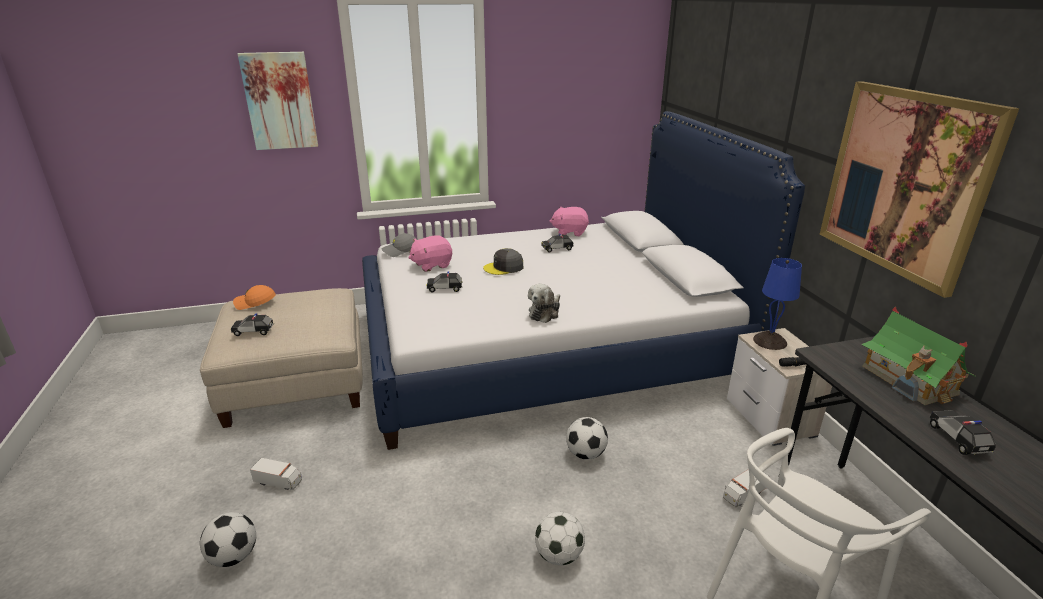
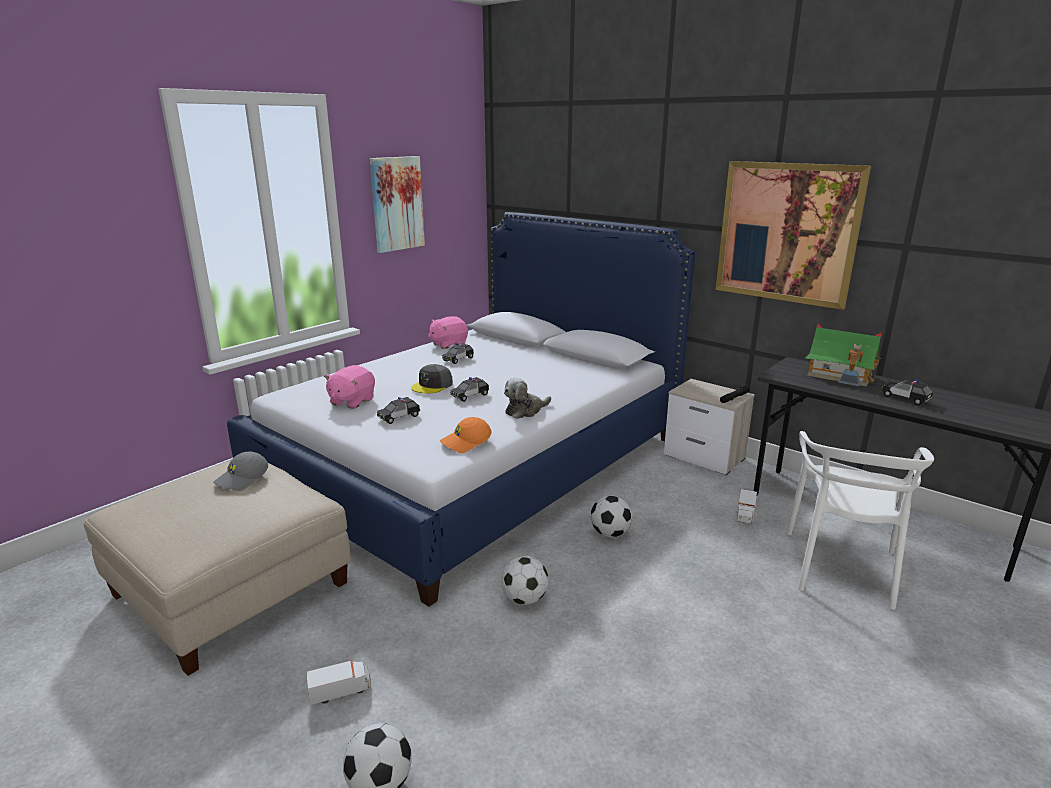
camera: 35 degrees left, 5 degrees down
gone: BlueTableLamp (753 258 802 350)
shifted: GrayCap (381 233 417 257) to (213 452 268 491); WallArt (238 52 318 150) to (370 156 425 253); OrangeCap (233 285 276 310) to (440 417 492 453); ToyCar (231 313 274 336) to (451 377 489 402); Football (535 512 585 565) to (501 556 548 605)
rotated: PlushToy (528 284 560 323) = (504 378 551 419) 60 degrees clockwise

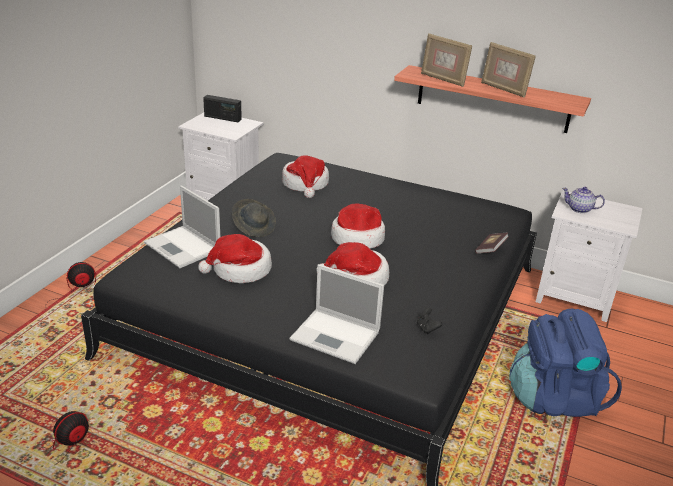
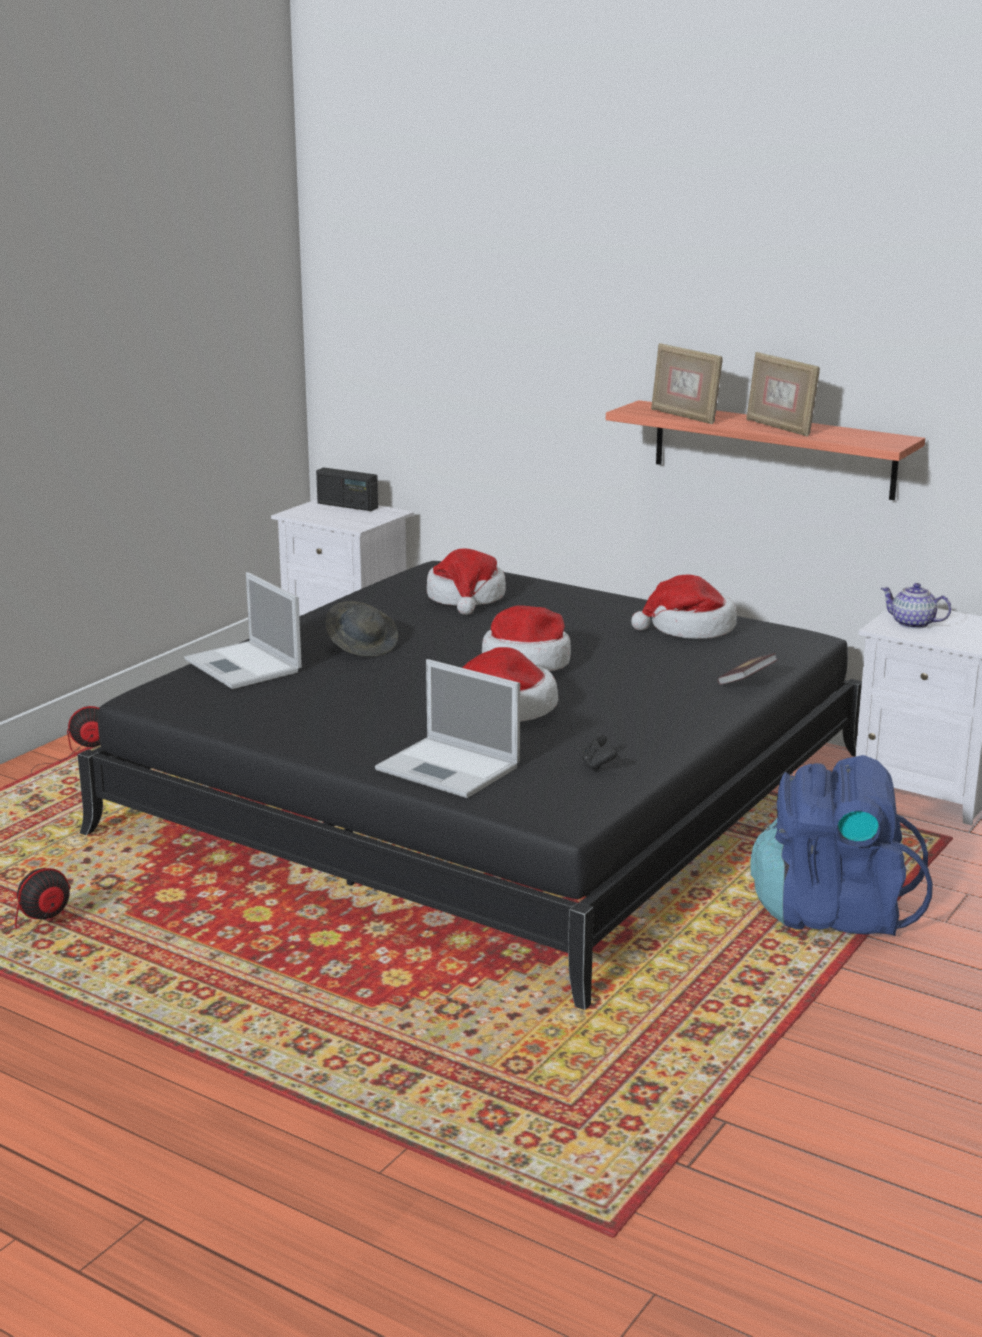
camera: 10 degrees right, 10 degrees down
shifted: WearableHat (198 234 272 283) to (631 574 737 639)

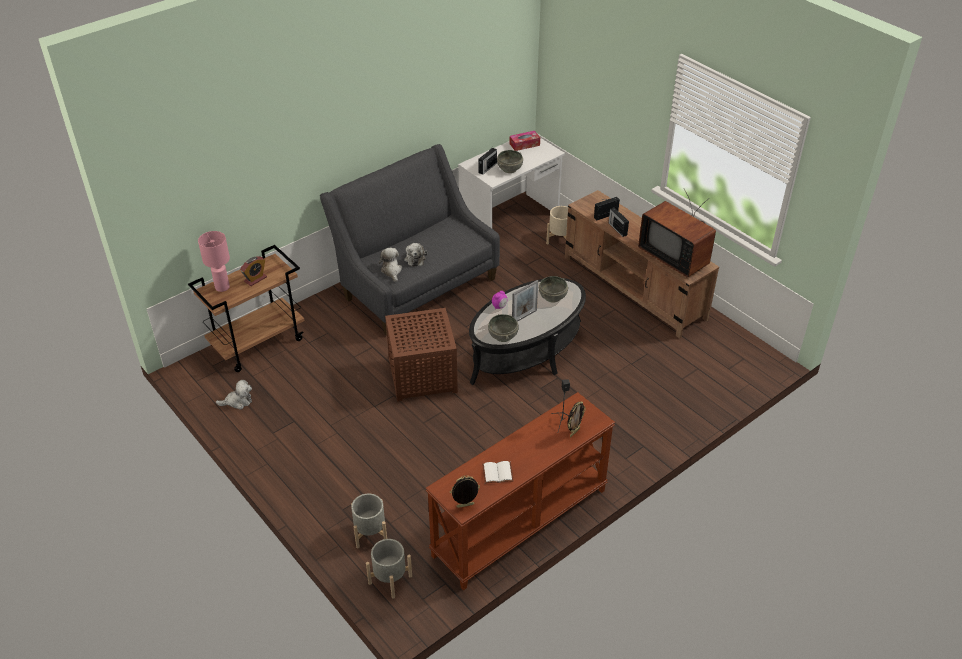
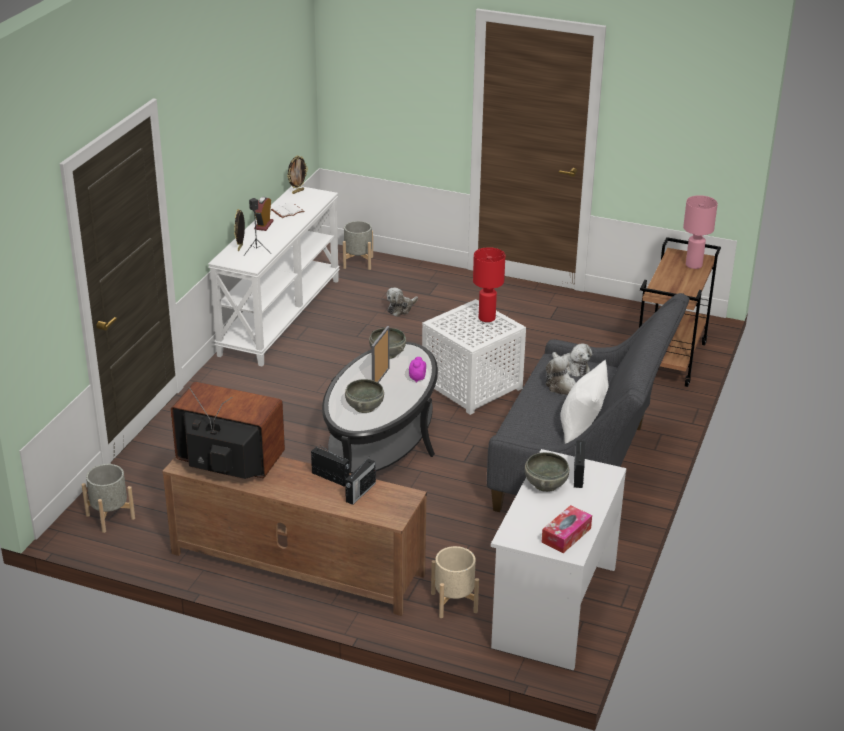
camera: 150 degrees right, 10 degrees down
new: RedColouredTableLamp (473 247 505 322); WhiteColouredThrowPillow (560 360 609 444)
shifted: GrayPlantPot (351 494 387 548) to (82 464 135 533); AlarmClock (240 256 267 286) to (254 197 274 231); PlushToy (216 380 252 410) to (386 288 418 316)
repainted: BrownColouredConsoleTable (426 392 615 590) to WhiteColouredConsoleTable (208 186 340 366); BrownColouredSideTable (385 308 458 402) to WhiteColouredSideTable (422 299 526 415)

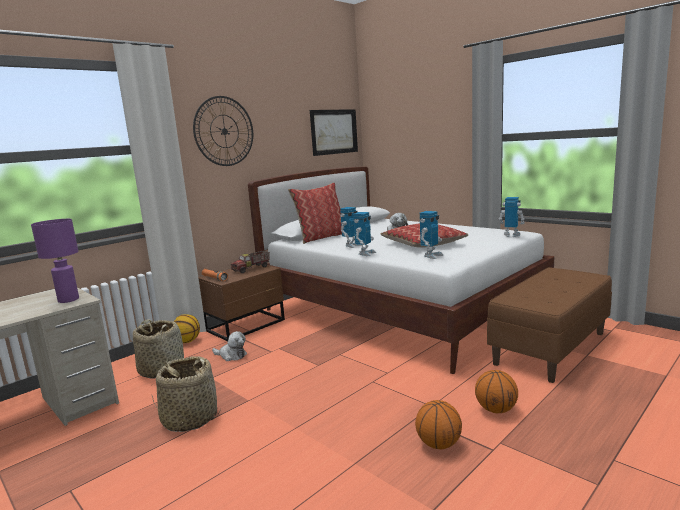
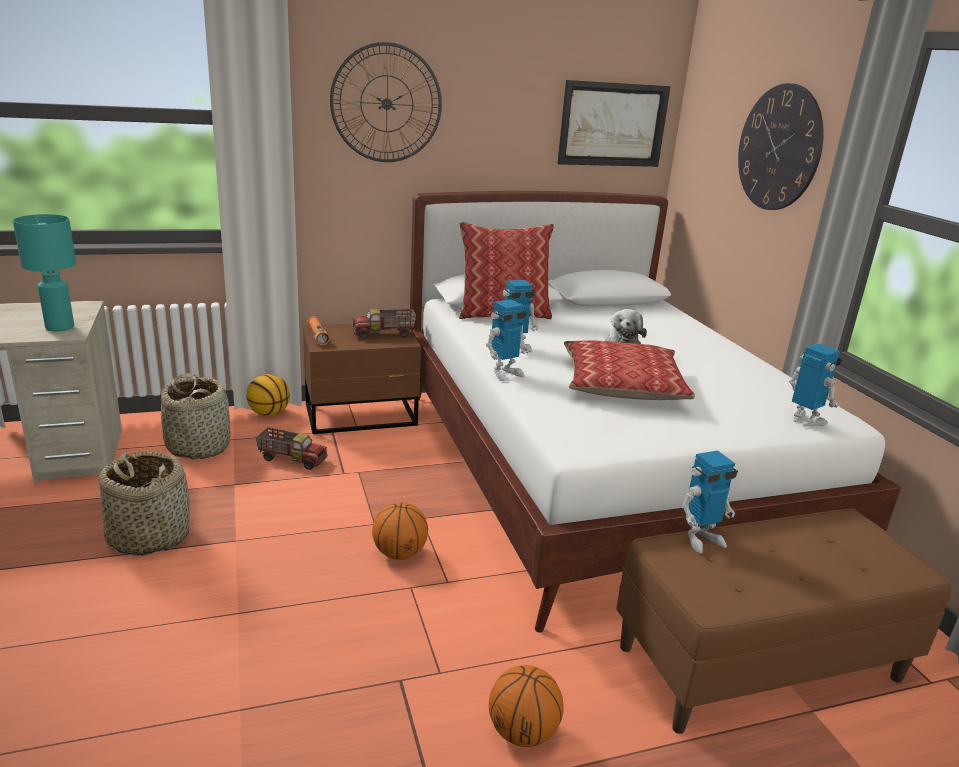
camera: 25 degrees right, 10 degrees up
new: WallClock (738 83 824 210)
shifted: BasketballBall (415 400 462 449) to (372 502 428 560); RobotFigure (420 211 444 259) to (681 451 738 553)
swapped: PlushToy (212 331 247 361) to ToyTruck (256 427 328 470)
repainted: PurplishTableLamp (31 219 79 303) to BlueGreenTableLamp (13 214 76 331)

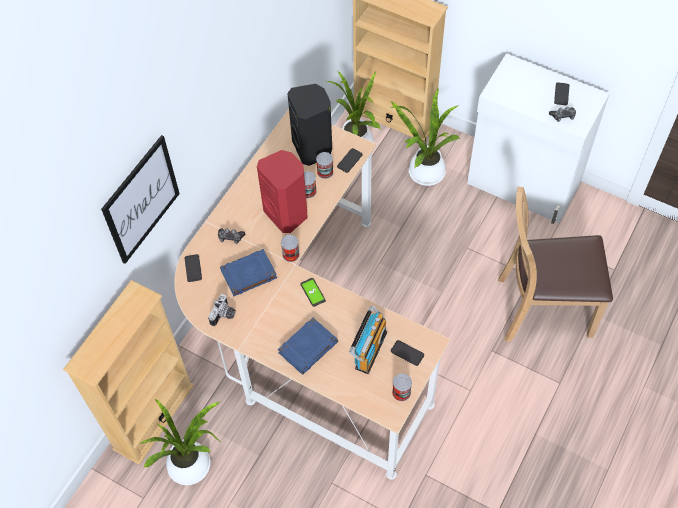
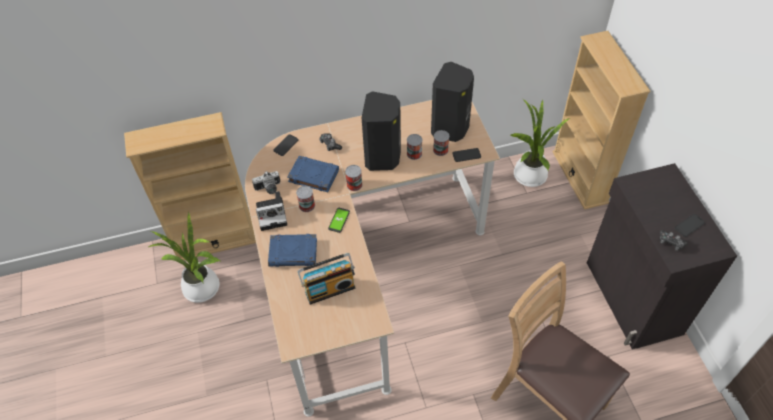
camera: 45 degrees right, 5 degrees down
gone: WallArt (101 135 180 264); Houseplant (391 87 459 186); Phone (391 340 424 366)
new: StillCamera (256 191 287 231)
shifted: Can (392 373 412 401) to (296 186 315 212)
repainted: RedColouredLoudspeaker (257 150 307 233) to BlackishLoudspeaker (362 91 401 171); WhiteColouredCabinet (467 53 610 224) to BlackishCabinet (587 163 737 349)

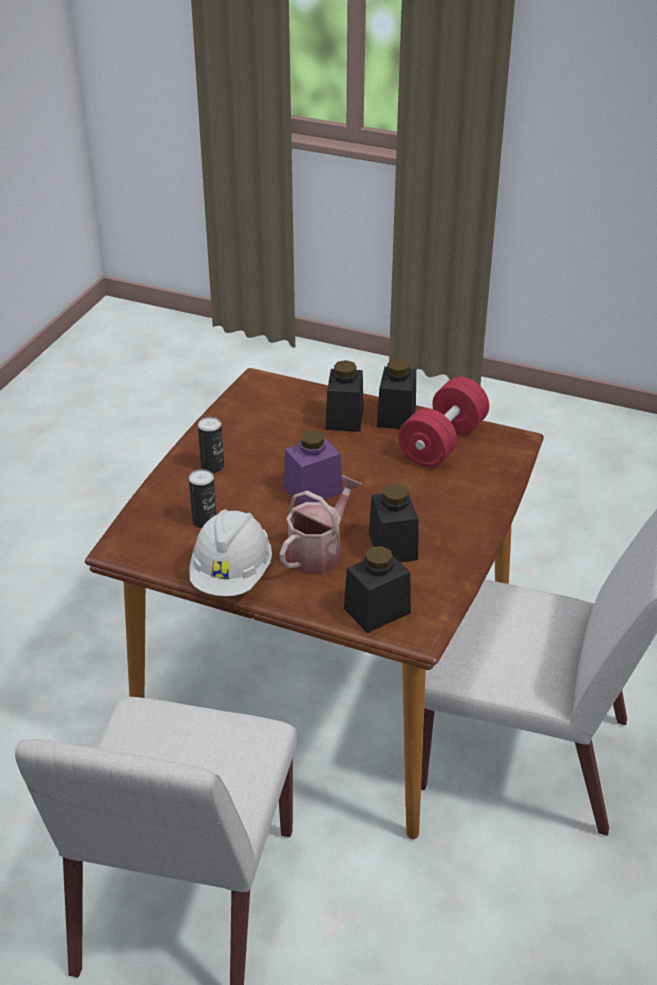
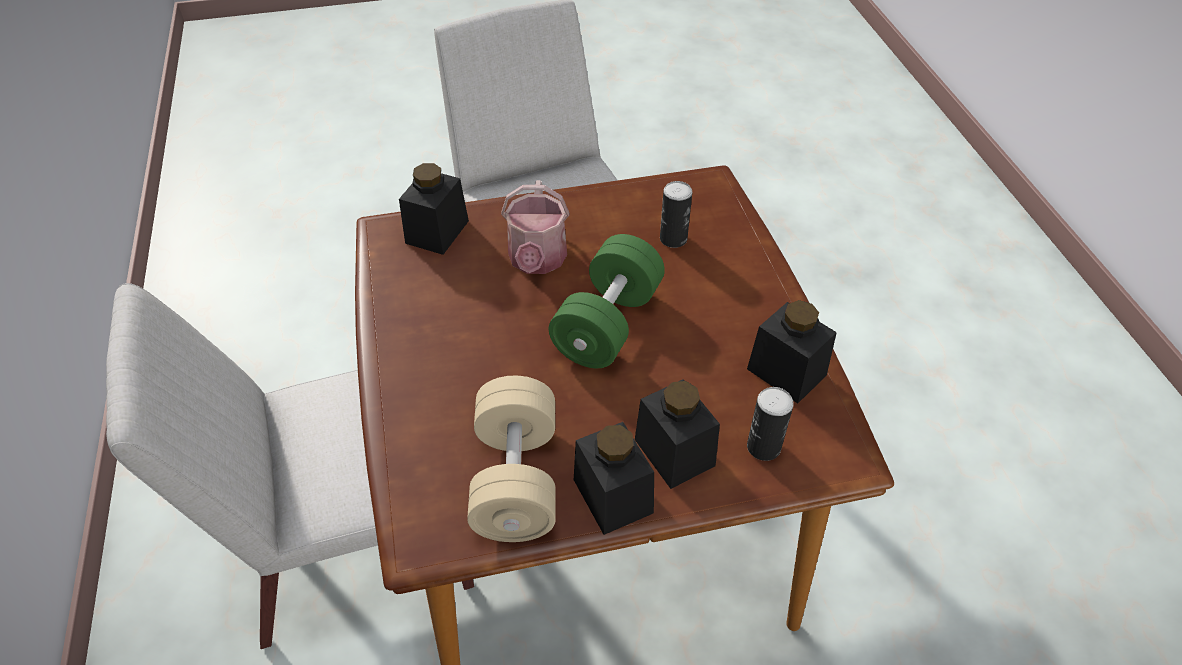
camera: 145 degrees right, 10 degrees up
gone: WhiteColouredHardHat (189 509 272 596)
shifted: BlackishStorageJar (369 484 419 562) to (747 300 837 404); Can (198 417 224 473) to (747 387 794 461)
swapped: PurplishStorageJar (284 430 343 505) to GreenDumbbell (549 234 665 368)
repainted: RedColouredDumbbell (398 377 489 467) to BeigeDumbbell (467 376 555 542)

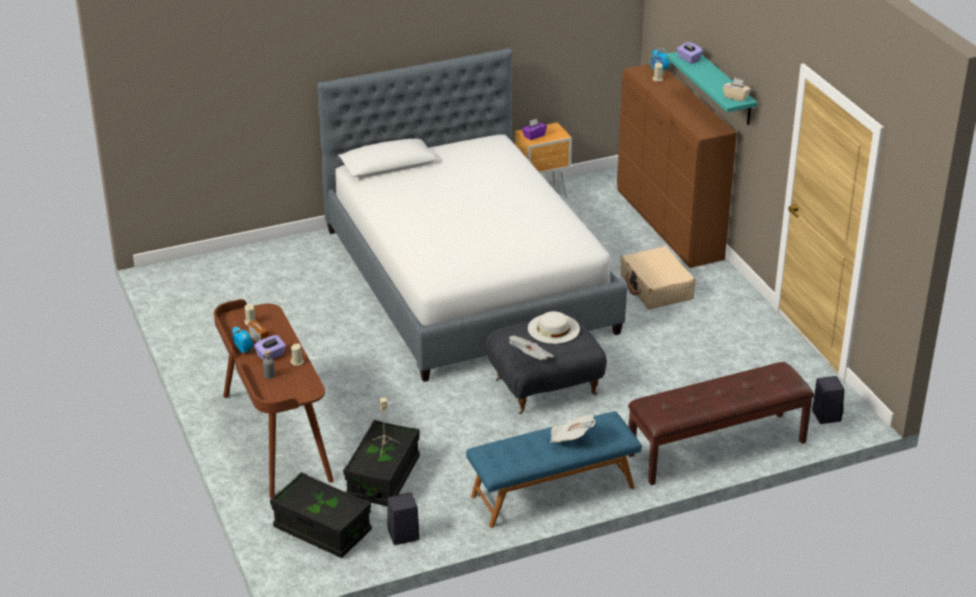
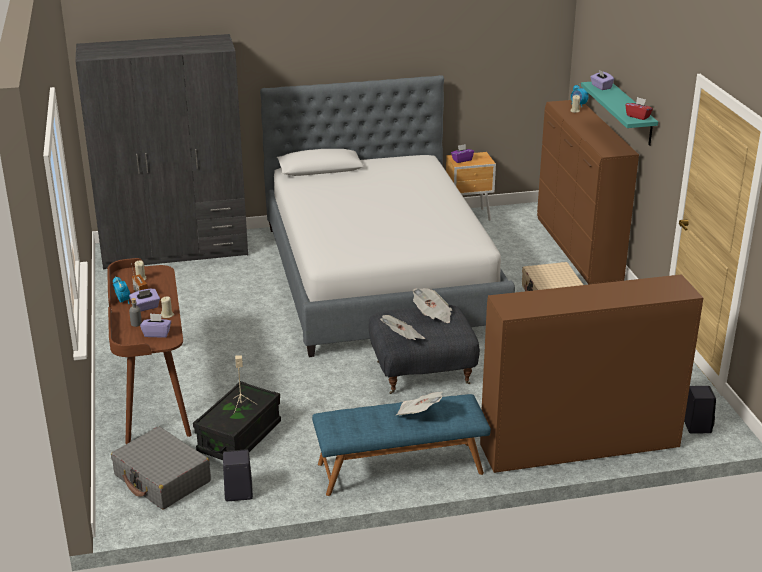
camera: 10 degrees right, 5 degrees down
new: GrayArmoire (75 34 248 270); PurplishBoxOfTissues (140 313 171 338)
swapped: BlackishStorageContainer (270 472 372 558) to GrayTravelCase (111 427 211 509); WhiteColouredWearableHat (528 311 580 344) to Newspaper (413 288 452 323); BrownColouredIndoorBench (628 362 814 485) to BrownColouredChestOfDrawers (480 275 703 473)
repainted: BeigeBoxOfTissues (723 78 751 102) to RedColouredBoxOfTissues (626 97 653 120)

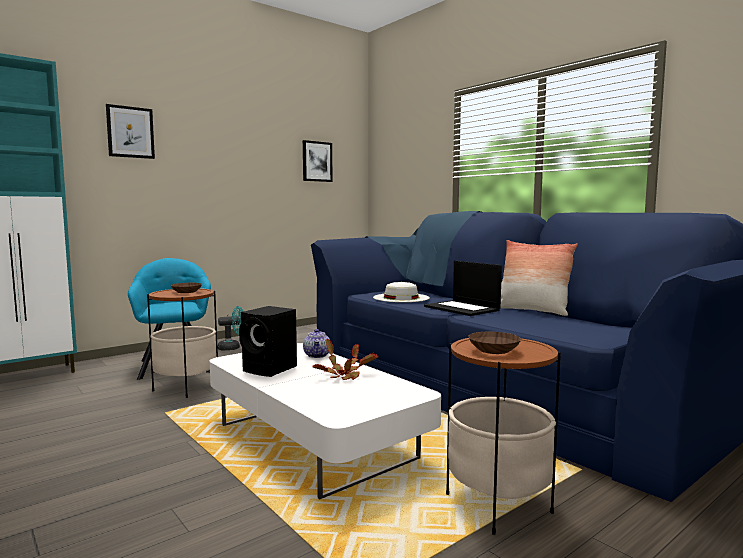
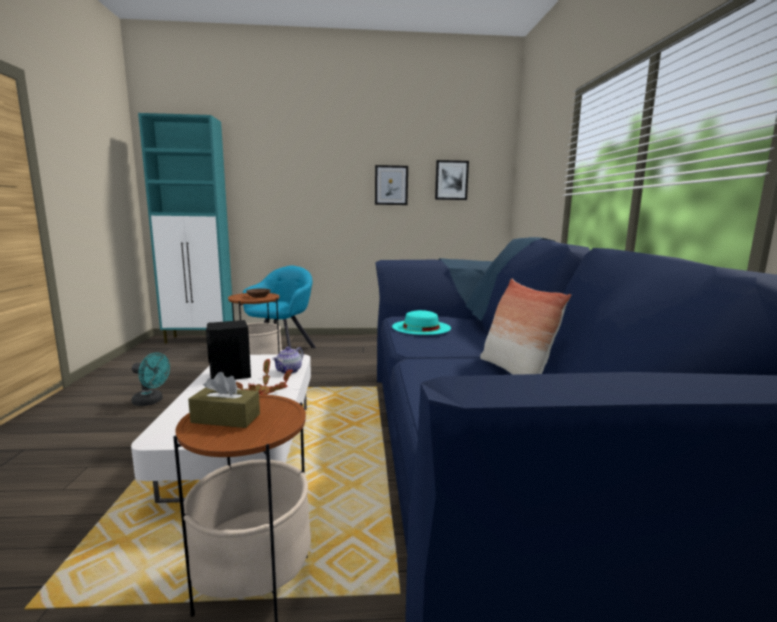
camera: 35 degrees right, 5 degrees up
gone: NotebookComputer (424 261 502 316)
shifted: BlueGreenCoolingFan (217 306 243 351) to (132 353 170 406); WallArt (106 104 155 159) to (375 165 408 205)
swapped: BrownColouredBowl (468 332 521 354) to BrownColouredBoxOfTissues (188 372 260 428)
repainted: WhiteColouredWearableHat (373 282 430 302) to BlueGreenWearableHat (392 310 451 335)

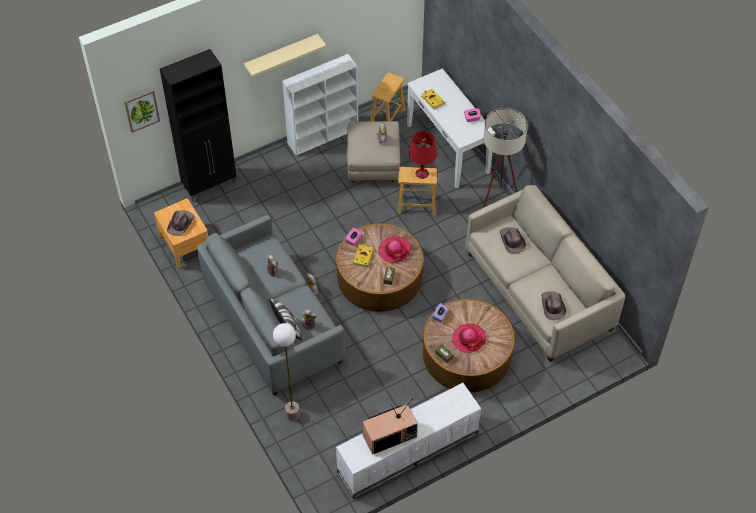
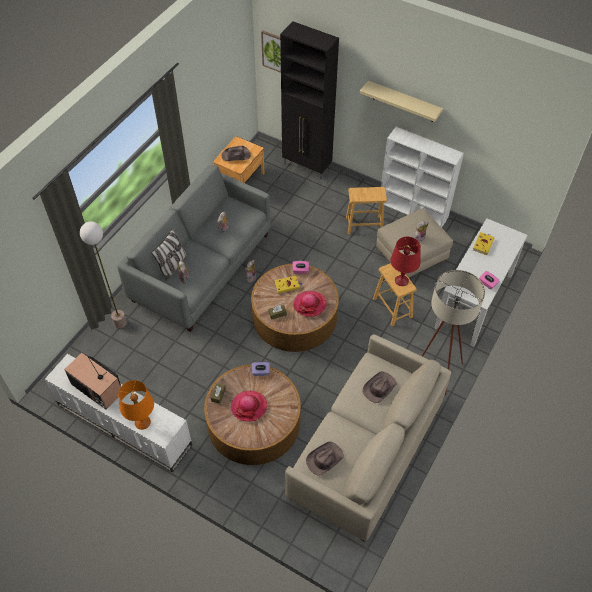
camera: 60 degrees right, 0 degrees up
new: OrangeTableLamp (118 380 154 430)
shifted: BrownColouredStoolSeat (370 73 406 121) to (346 187 387 234)

